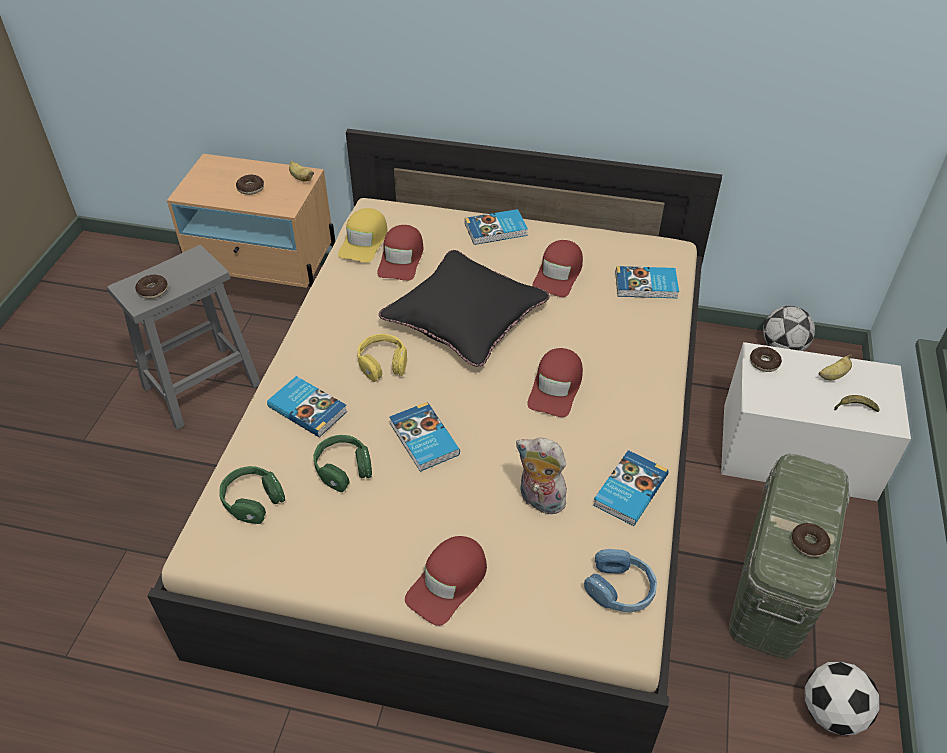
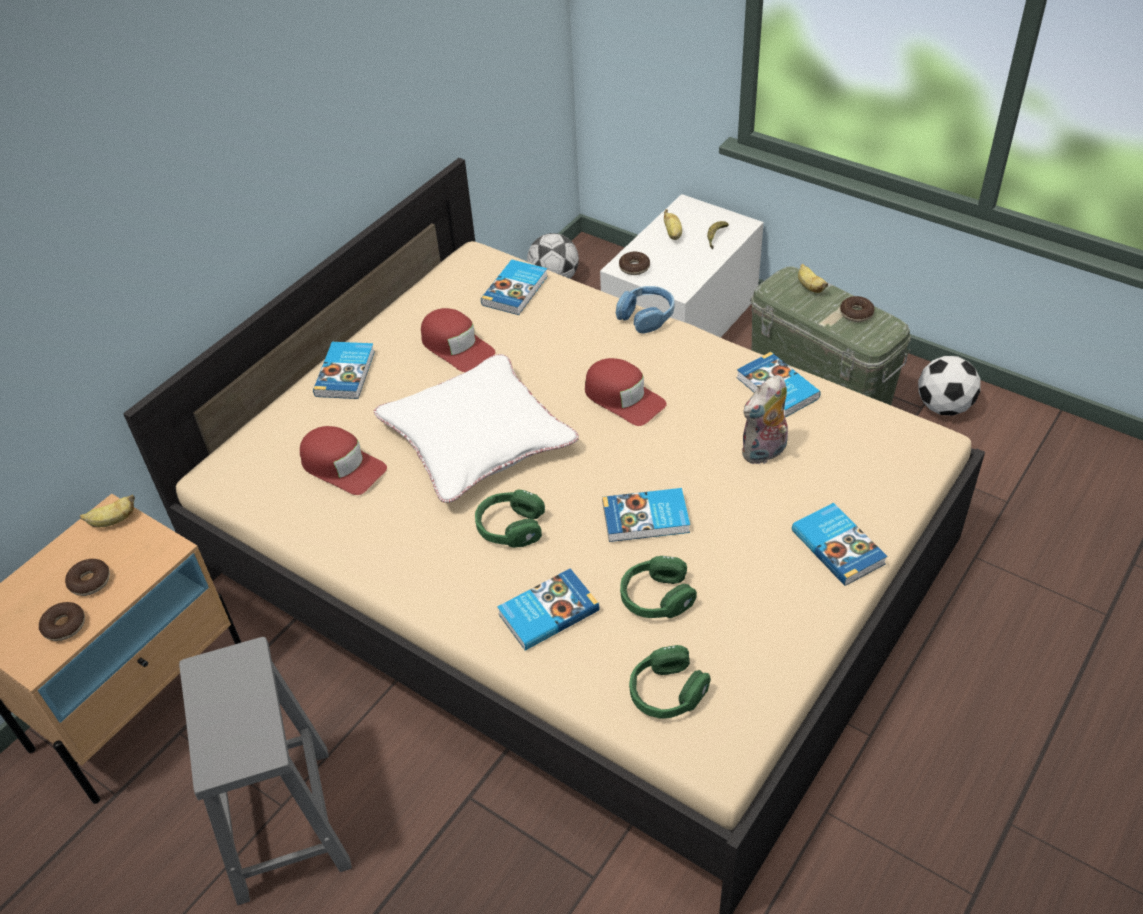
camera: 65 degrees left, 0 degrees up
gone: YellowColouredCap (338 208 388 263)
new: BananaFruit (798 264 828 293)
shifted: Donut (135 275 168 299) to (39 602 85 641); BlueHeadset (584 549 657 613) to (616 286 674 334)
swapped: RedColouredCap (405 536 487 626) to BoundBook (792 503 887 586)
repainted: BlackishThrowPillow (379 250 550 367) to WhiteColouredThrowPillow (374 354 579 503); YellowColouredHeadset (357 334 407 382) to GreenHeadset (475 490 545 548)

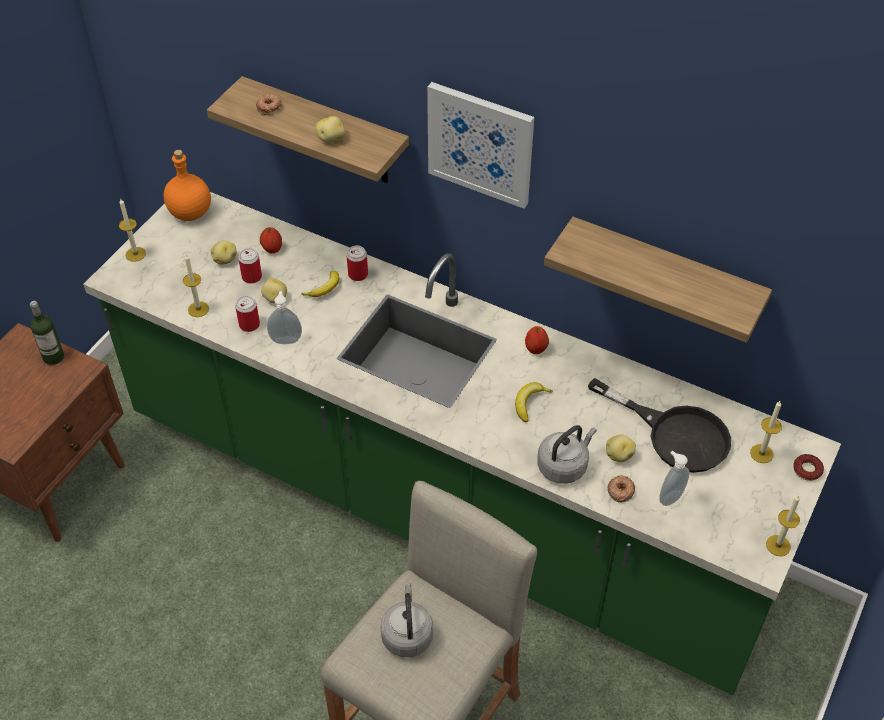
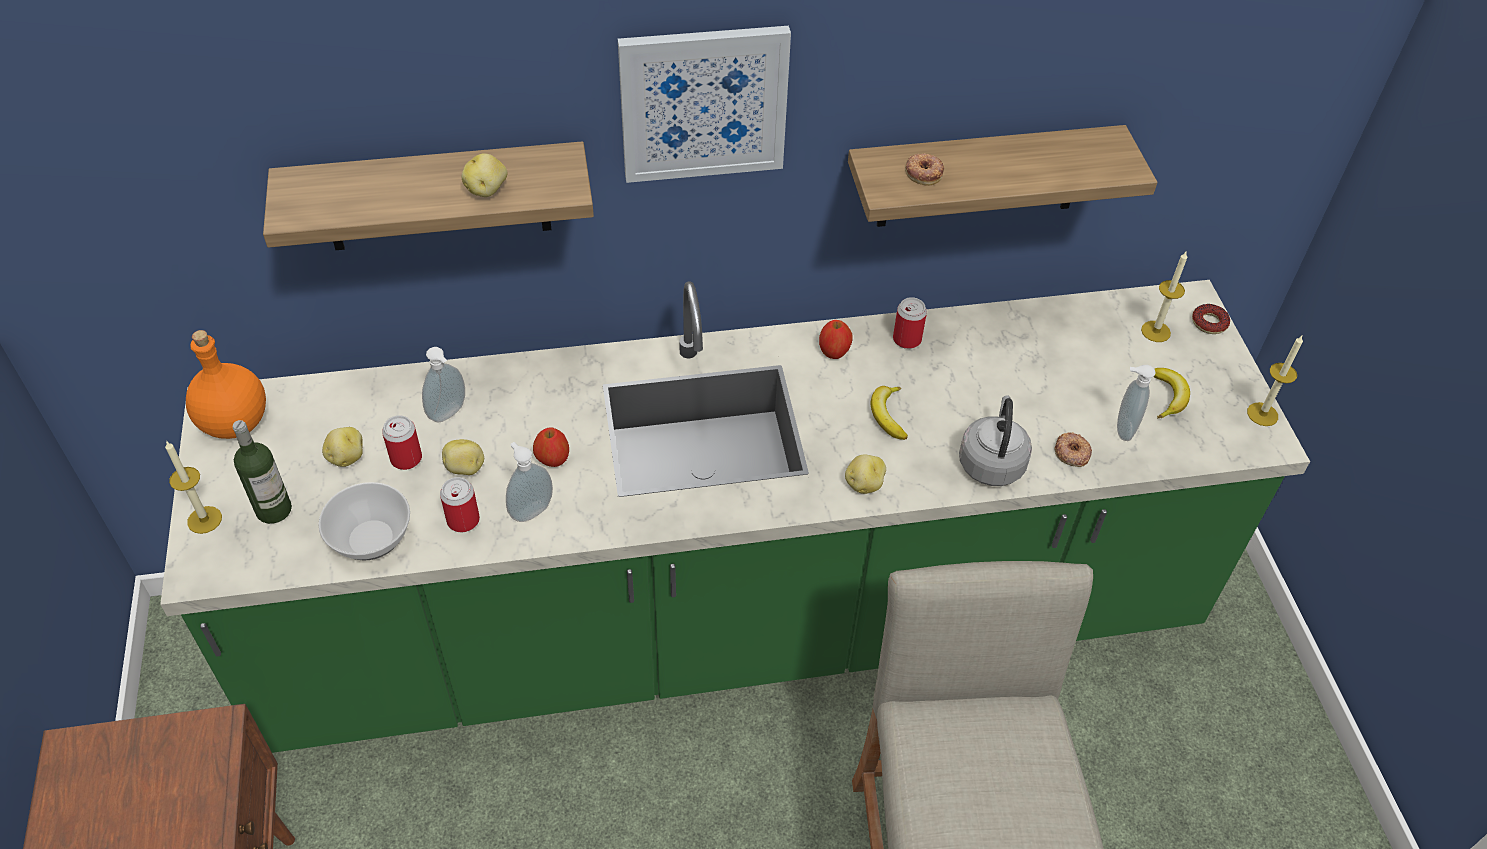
camera: 40 degrees left, 0 degrees up
gone: GrayKettle (380 584 433 657); BlackishPan (588 378 731 473)
new: SoapDispenser (422 347 465 422)
shifted: Bottle (30 301 64 365) to (233 420 292 524); AppleFruit (260 227 282 253) to (533 427 569 467); Potato (606 434 636 462) to (845 455 886 494); Can (346 245 368 281) to (893 297 927 349); Donut (256 94 282 115) to (905 153 944 186); BananaFruit (301 271 339 297) to (1154 368 1190 419)
swapped: WaxCandle (183 254 209 317) to Bowl (318 482 410 561)

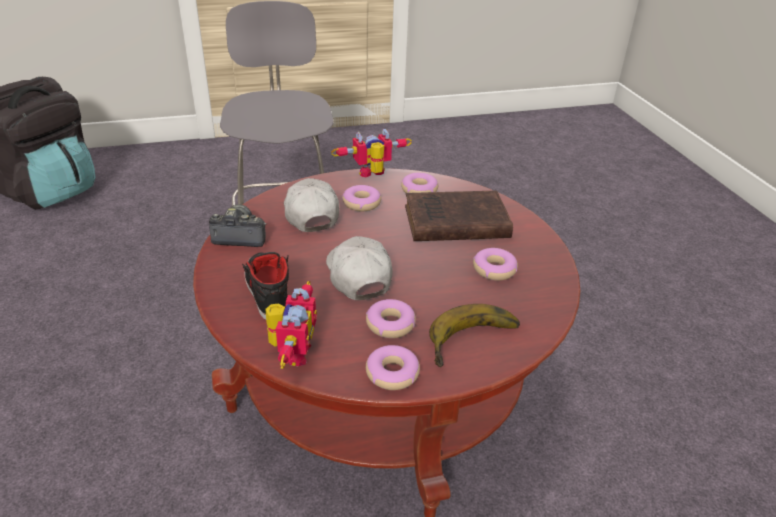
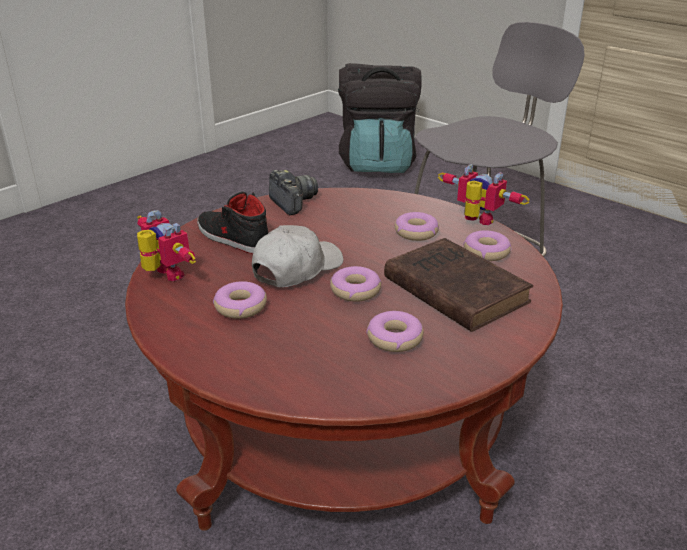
camera: 60 degrees right, 5 degrees down
gone: WhiteColouredCap (284 178 340 232); BananaFruit (429 304 520 367)
shifted: Donut (366 345 420 390) to (330 266 382 302)
rotated: RobotFigure (265 281 317 369) = (137 210 196 281) 105 degrees counterclockwise; BlackishShoe (242 252 289 320) = (197 192 268 254) 90 degrees counterclockwise

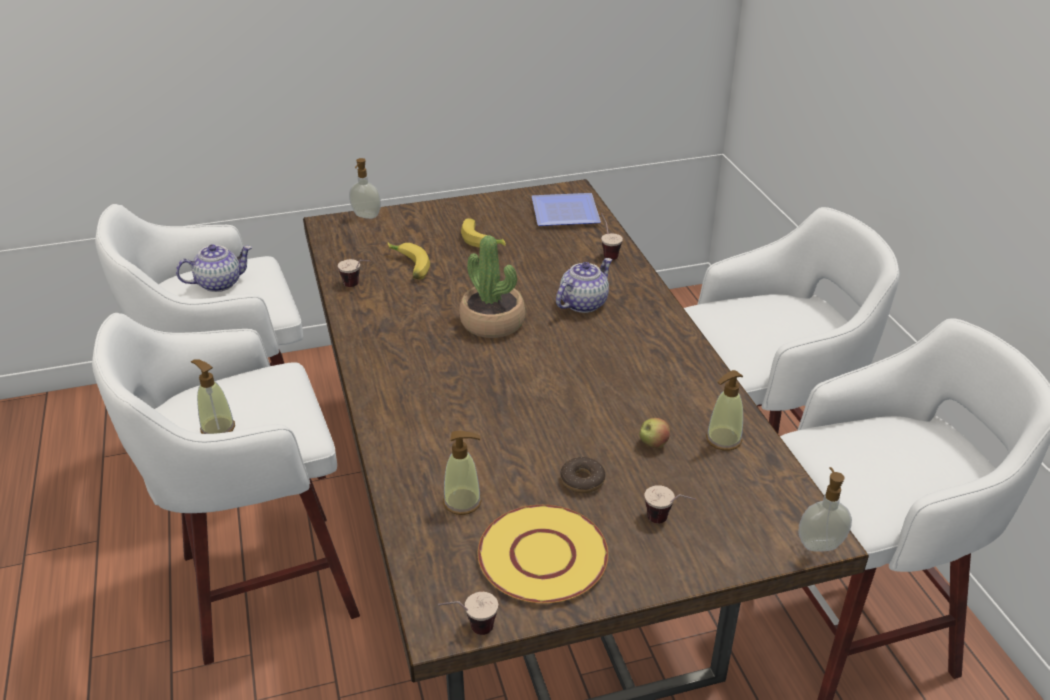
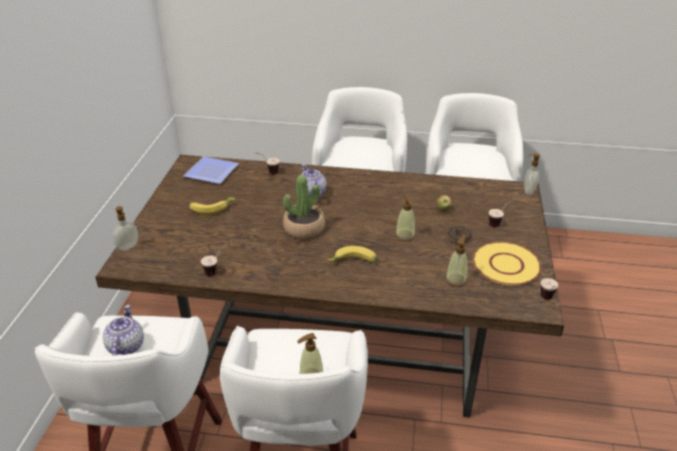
camera: 65 degrees left, 0 degrees up
shifted: BananaFruit (388 243 430 280) to (326 246 377 262); SoapDispenser (706 370 743 451) to (395 196 415 241)

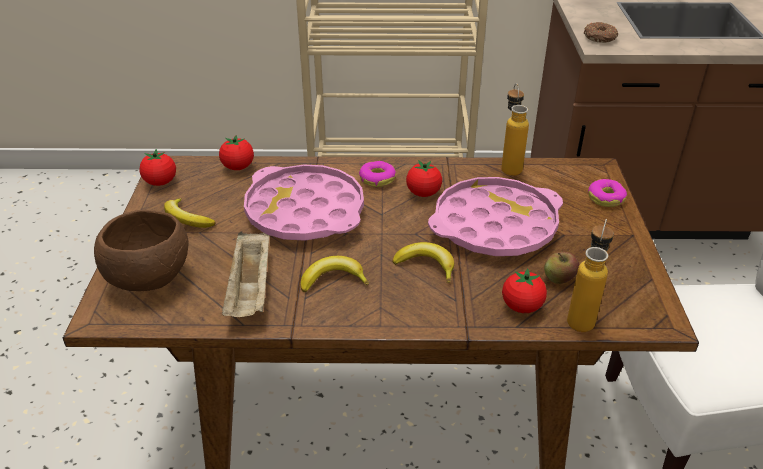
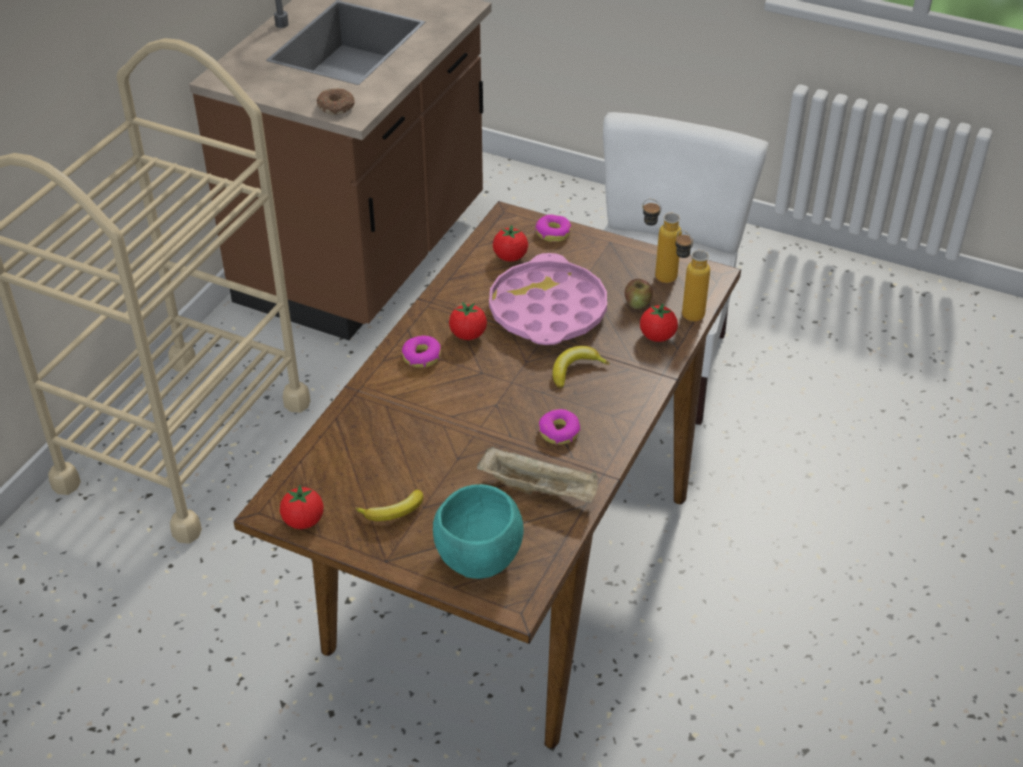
camera: 65 degrees left, 5 degrees up
gone: PinkColouredServingTray (244 164 364 241)
shifted: Tomato (219 135 254 170) to (493 225 528 262); Bottle (501 83 529 176) to (642 199 682 283)
swapped: BananaFruit (301 256 369 292) to Donut (539 409 581 445)
repainted: BrownColouredBowl (94 210 188 291) to BlueGreenBowl (433 484 523 579)

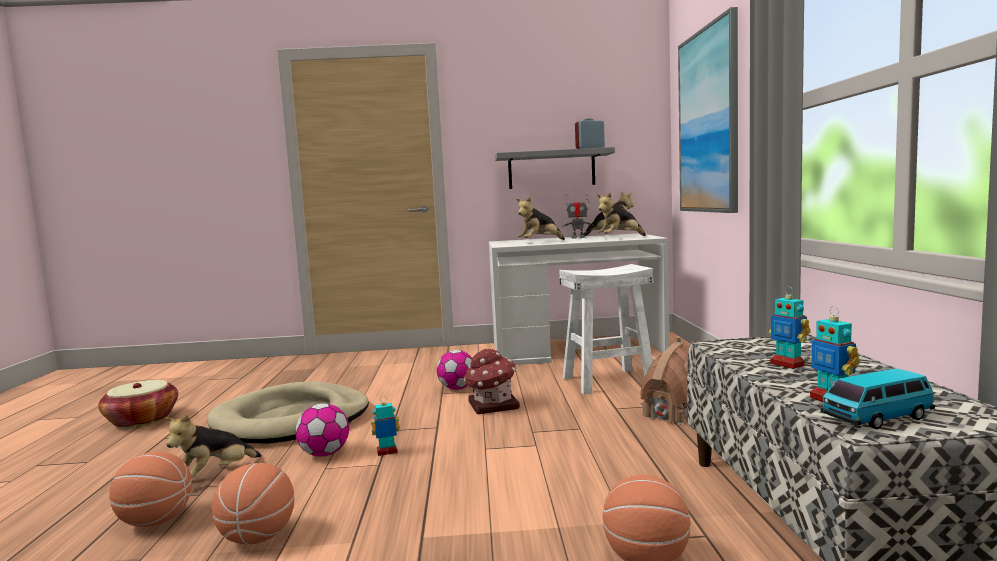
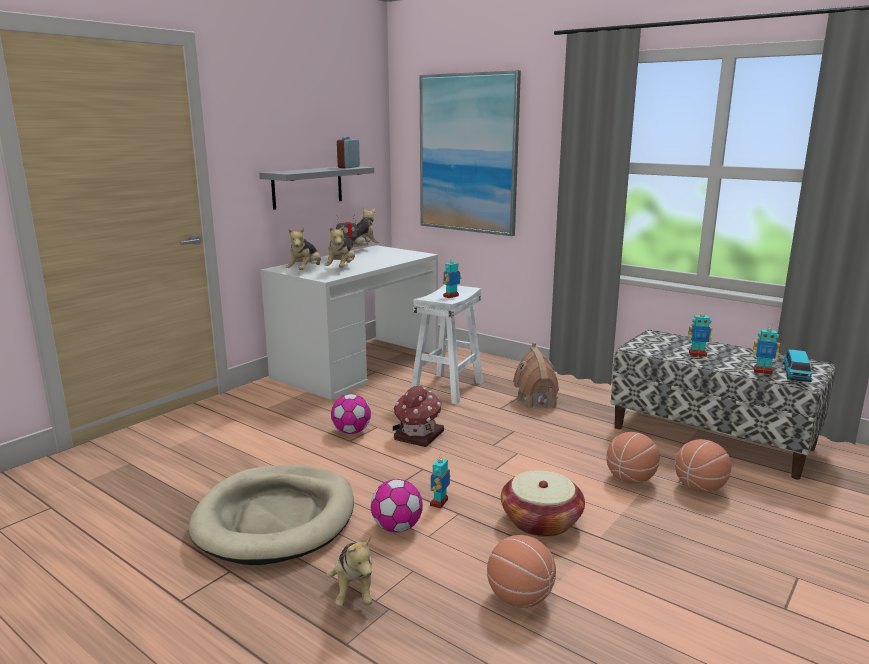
camera: 50 degrees left, 10 degrees up
new: RobotFigure (443 258 461 298)
shifted: PlushToy (597 192 646 236) to (286 227 321 270); StorageBasket (98 380 178 428) to (501 470 585 537); BasketballBall (109 452 192 527) to (606 432 660 484)

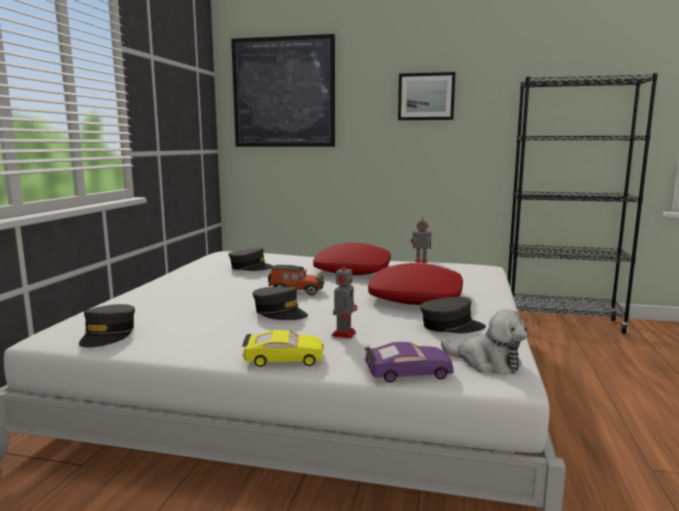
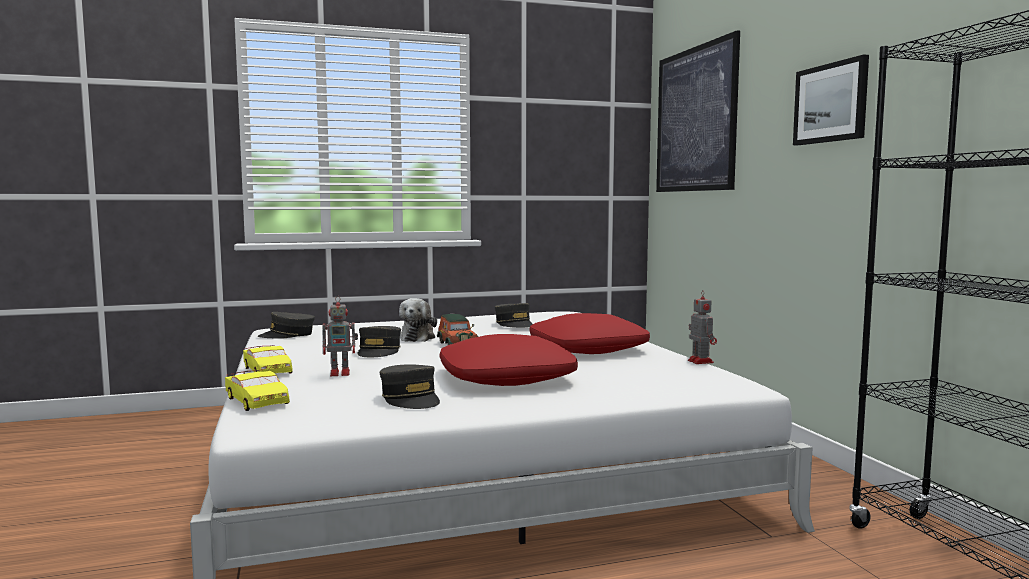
camera: 60 degrees right, 5 degrees down
shifted: PlushToy (441 309 528 375) to (399 298 437 342)
repainted: PurplishToyCar (364 342 454 383) to YellowColouredToyCar (225 370 290 411)

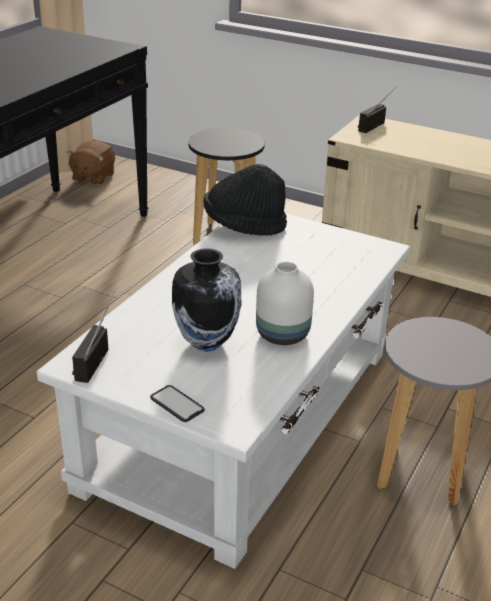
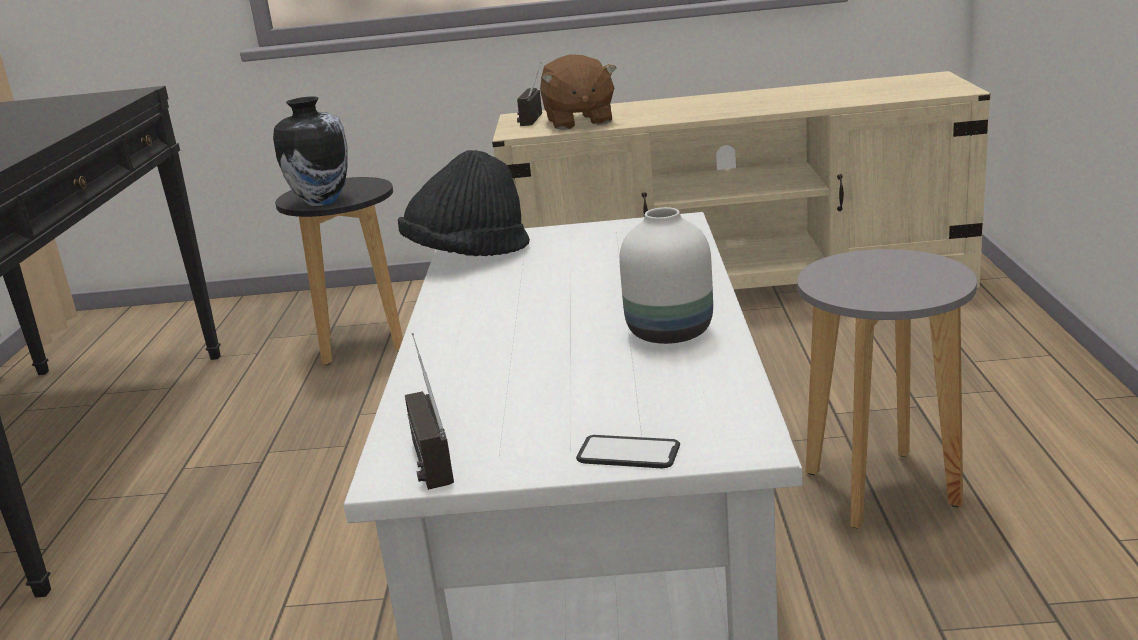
camera: 25 degrees left, 10 degrees down
shifted: FlowerVase (172 248 241 352) to (273 96 348 206); BrownColouredPlushToy (66 140 115 185) to (540 54 617 130)

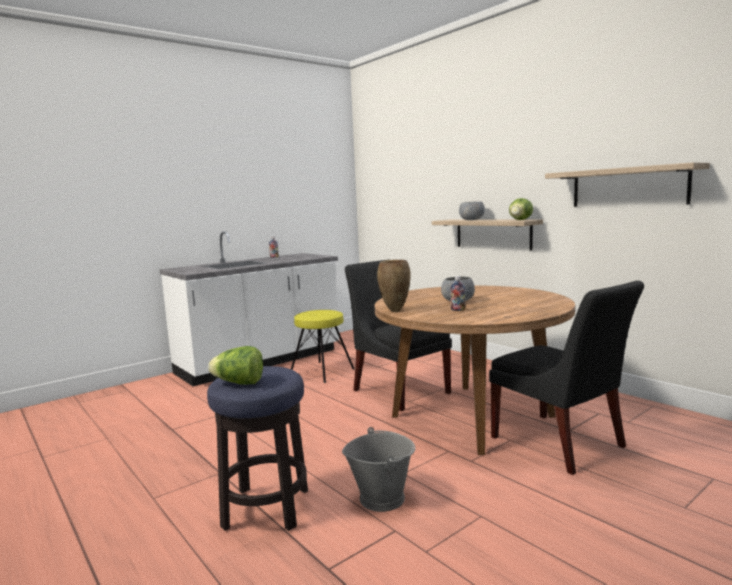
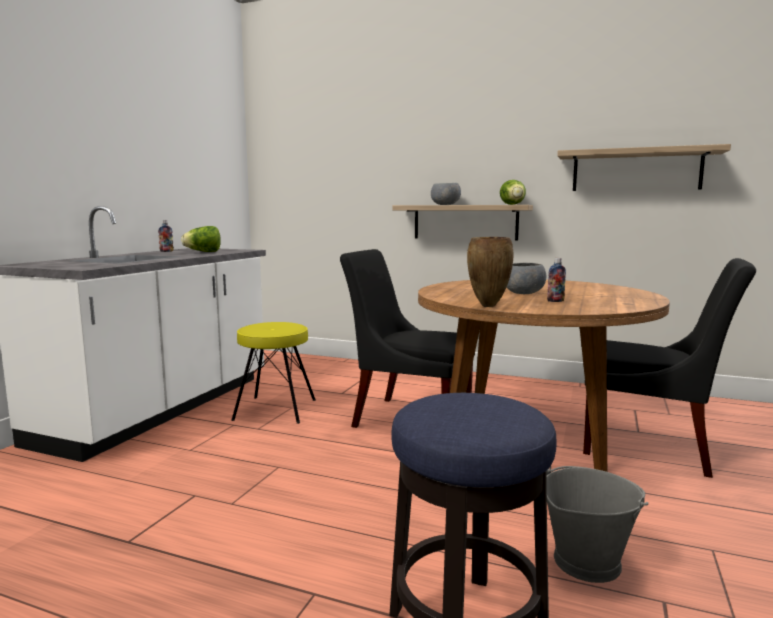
camera: 30 degrees left, 0 degrees up
shifted: LettuceHead (208 346 263 385) to (181 226 221 252)

